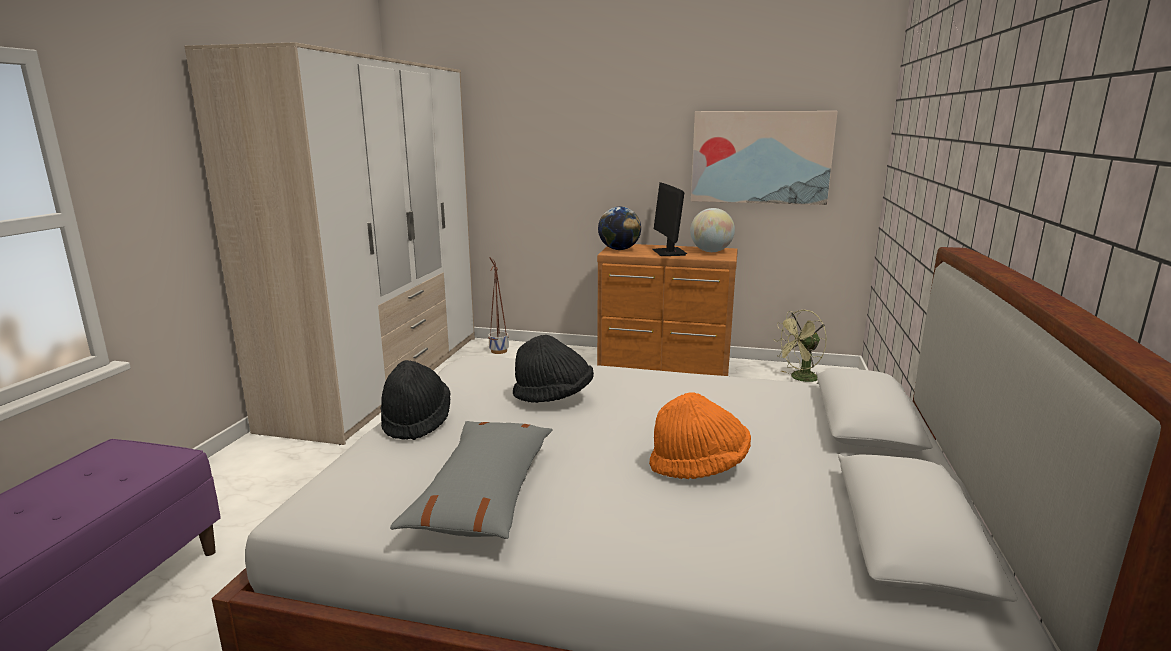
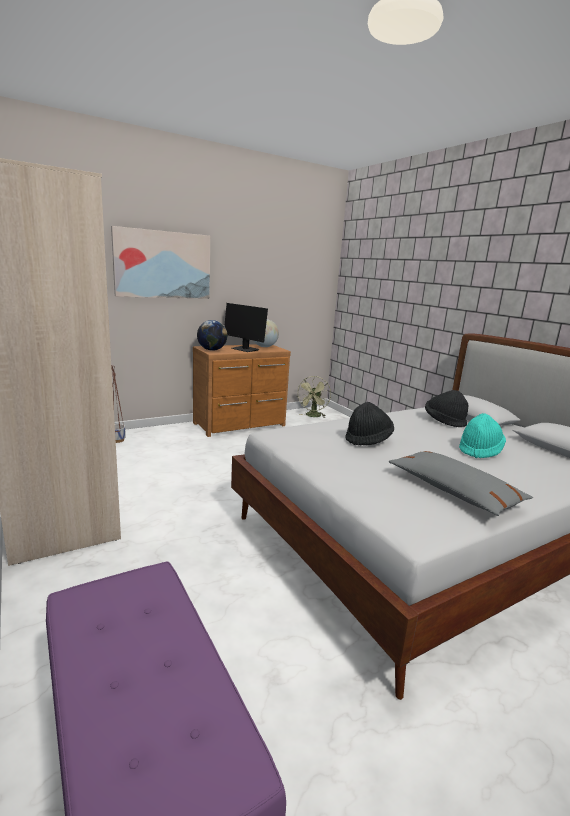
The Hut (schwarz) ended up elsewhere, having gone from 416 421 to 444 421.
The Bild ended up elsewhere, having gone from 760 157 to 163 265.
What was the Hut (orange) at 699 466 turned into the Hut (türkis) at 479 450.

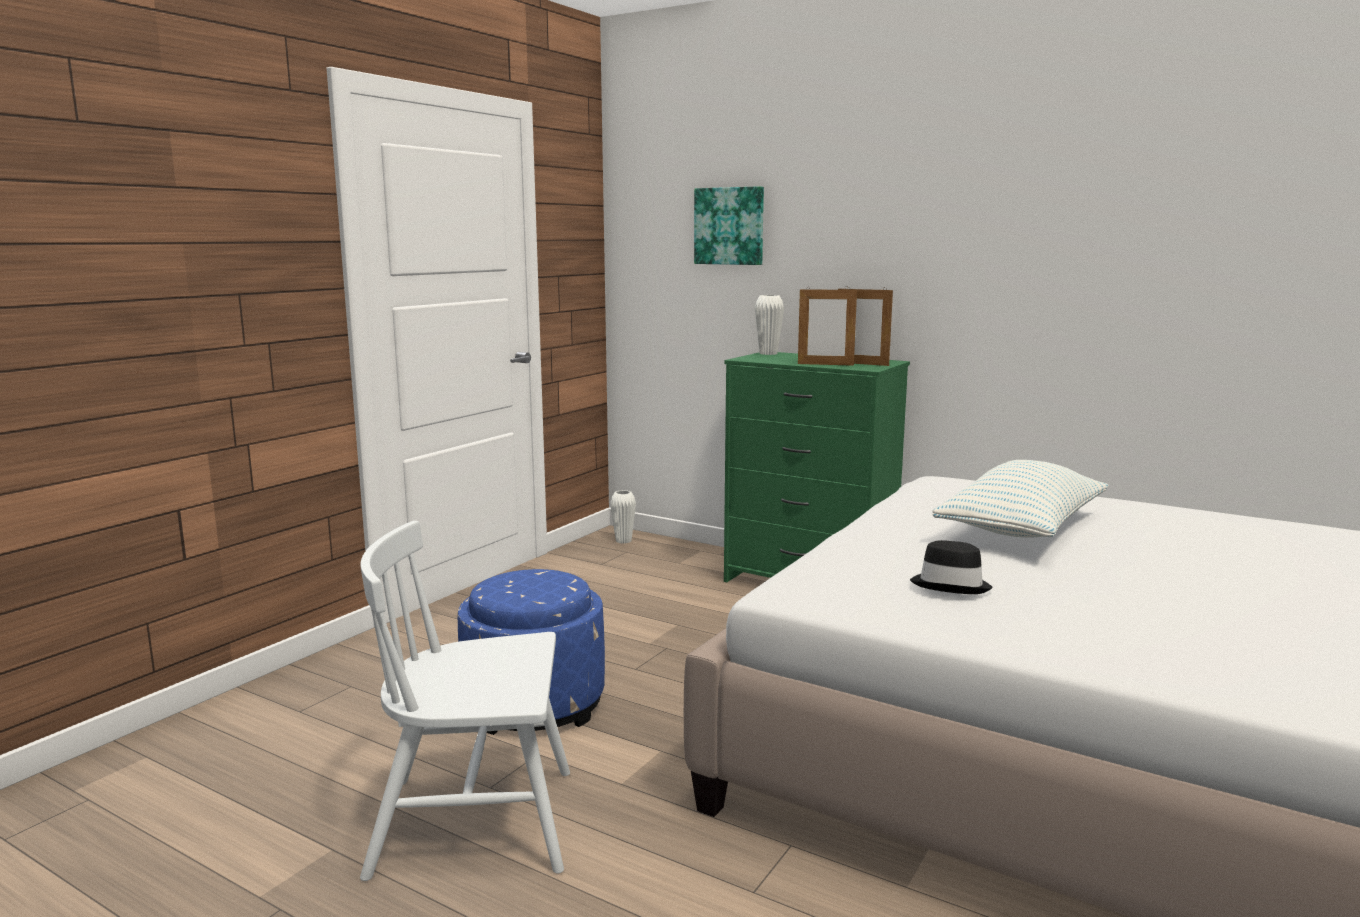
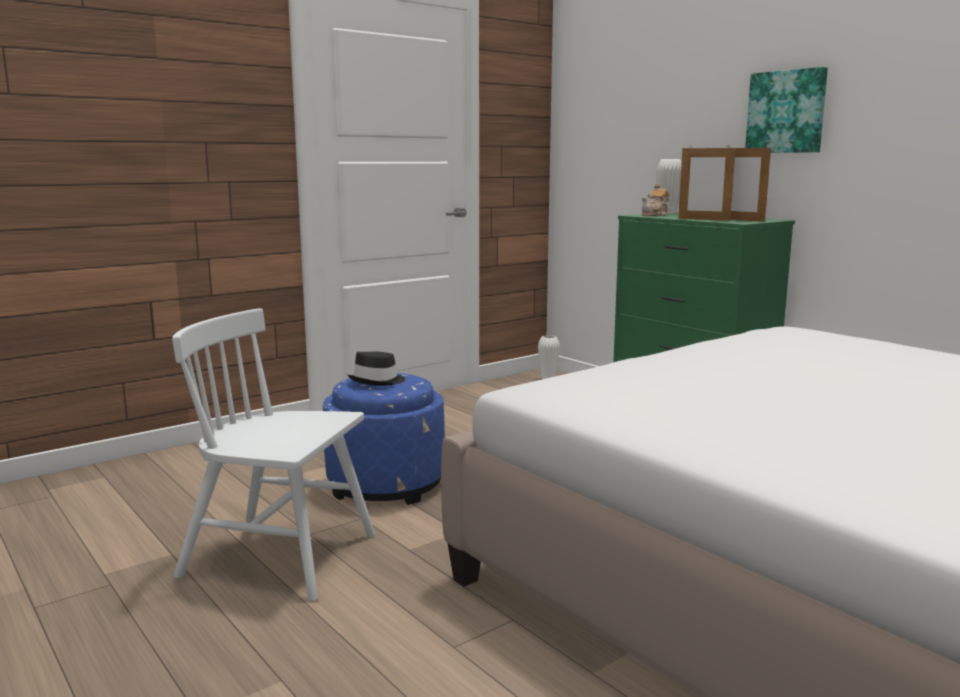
The second view lost the Kissen at 1021 528.
The second view gained the Teekanne at 655 215.
The Bild ended up elsewhere, having gone from 730 226 to 787 112.
The Hut (schwarz) ended up elsewhere, having gone from 951 585 to 378 381.

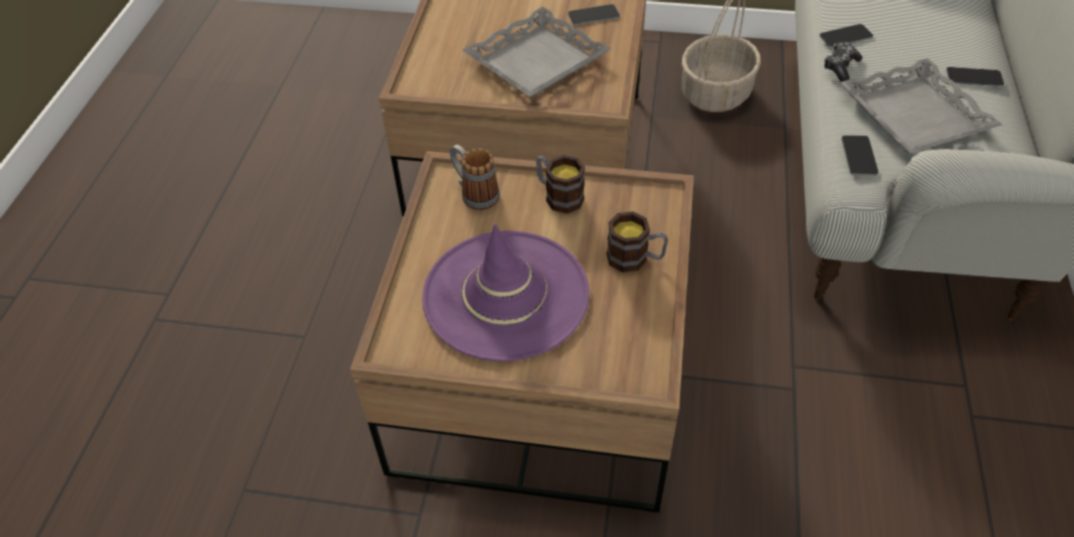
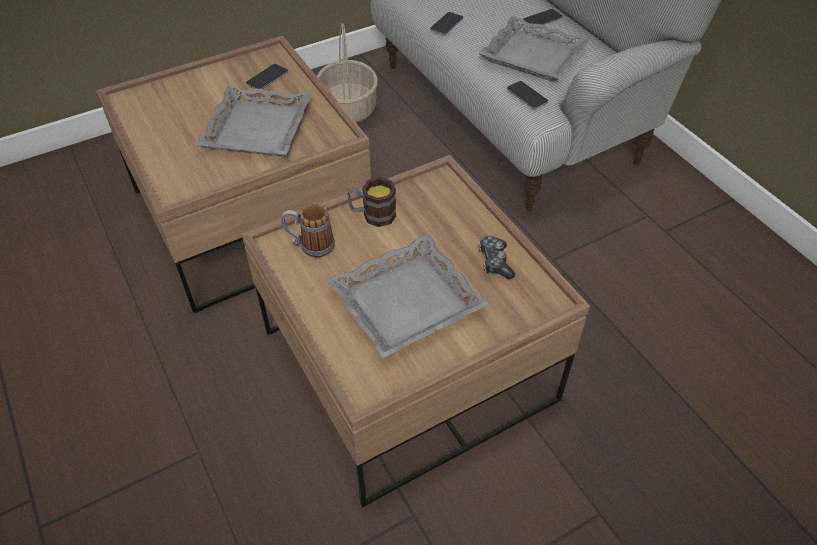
The second view lost the Henkelbecher at 635 258.
The Gamepad ended up elsewhere, having gone from 840 67 to 495 262.
Where the Hut (lila) stood at 506 295, the Tablett (grau) came to stand at 407 302.

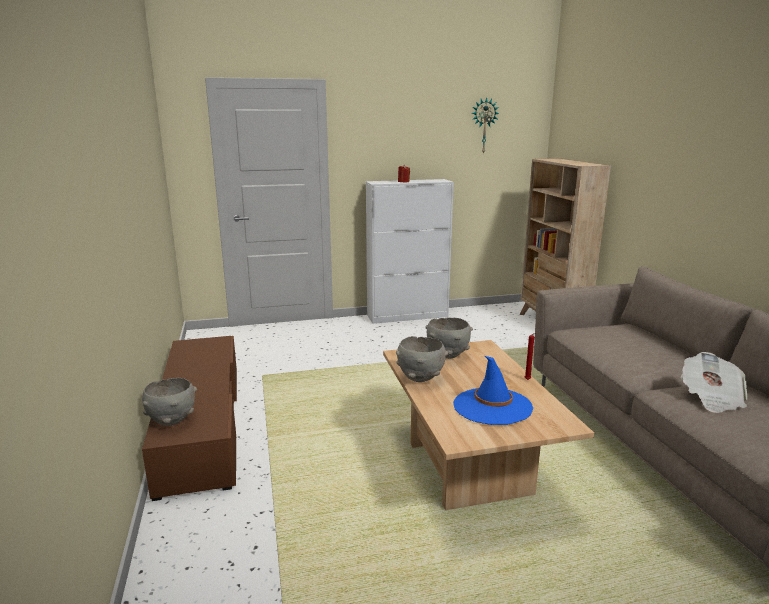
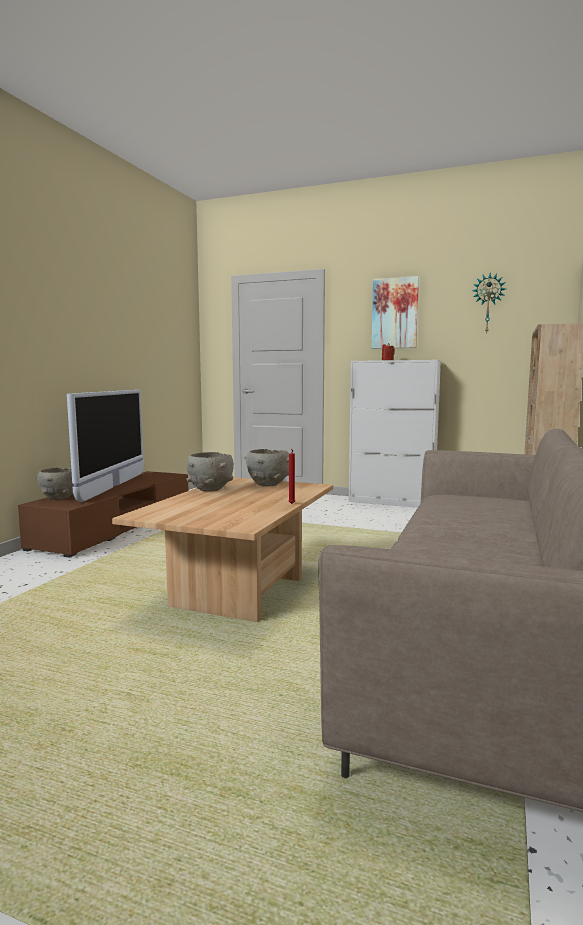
The second view lost the Hut (blau) at 492 406.
The second view lost the Zeitung at 711 398.
The second view gained the Fernseher at 113 486.
The second view gained the Bild at 395 313.

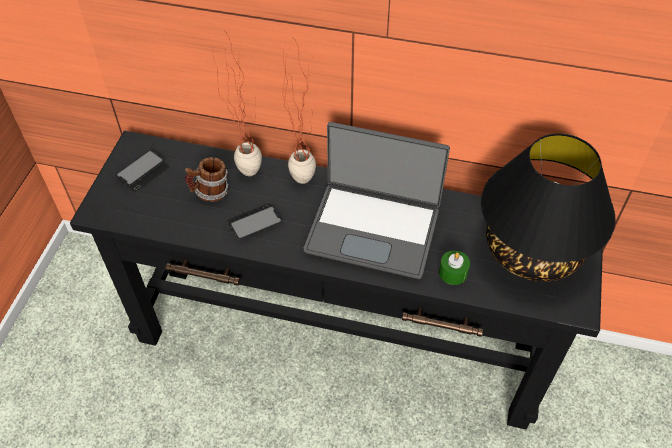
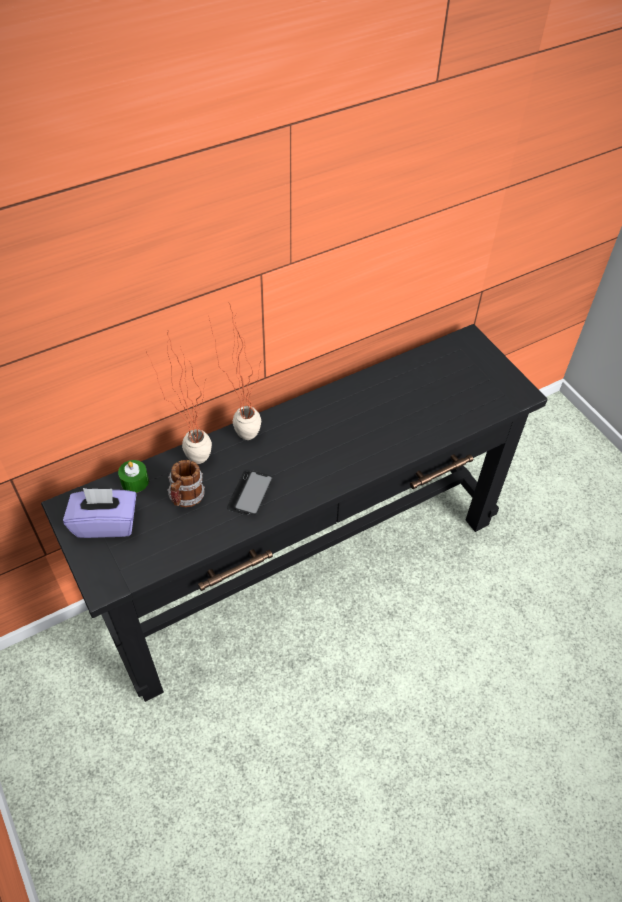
The second view lost the Laptop at 373 229.
The second view lost the Tischlampe (schwarz) at 532 249.
The Kerze (grün) ended up elsewhere, having gone from 453 273 to 135 481.
Where the Handy stood at 143 172, the Taschentuchbox (lila) came to stand at 106 523.

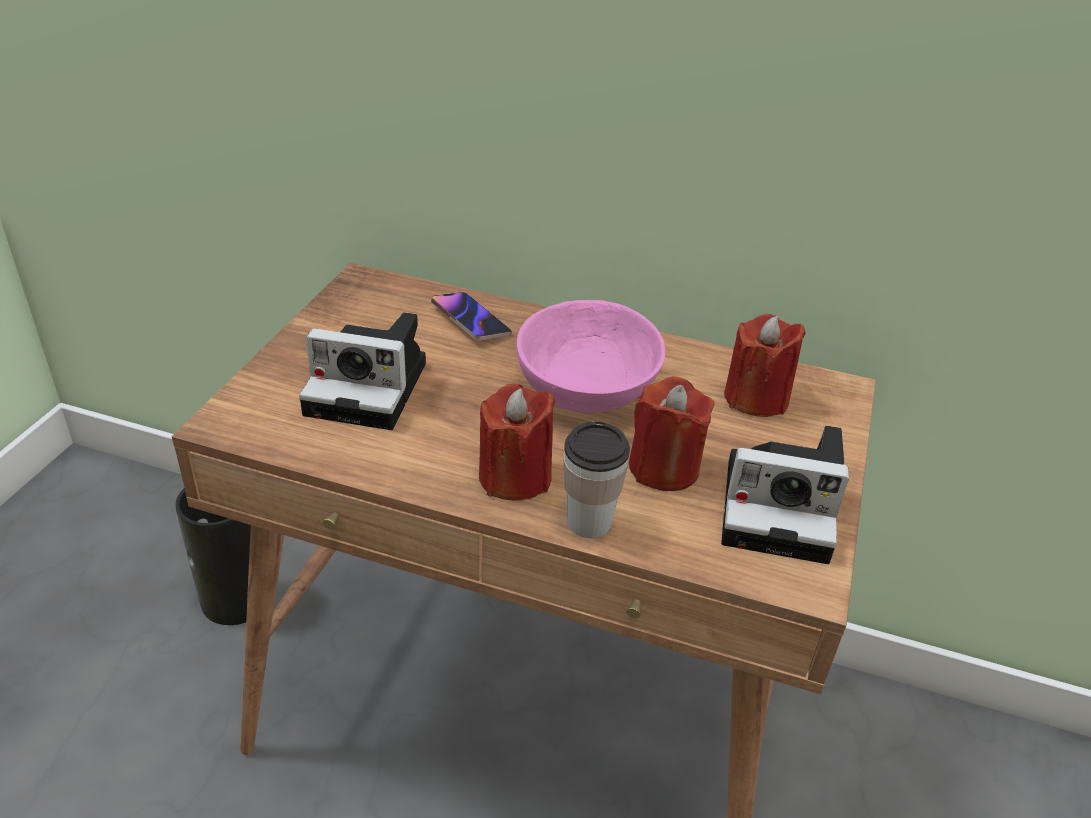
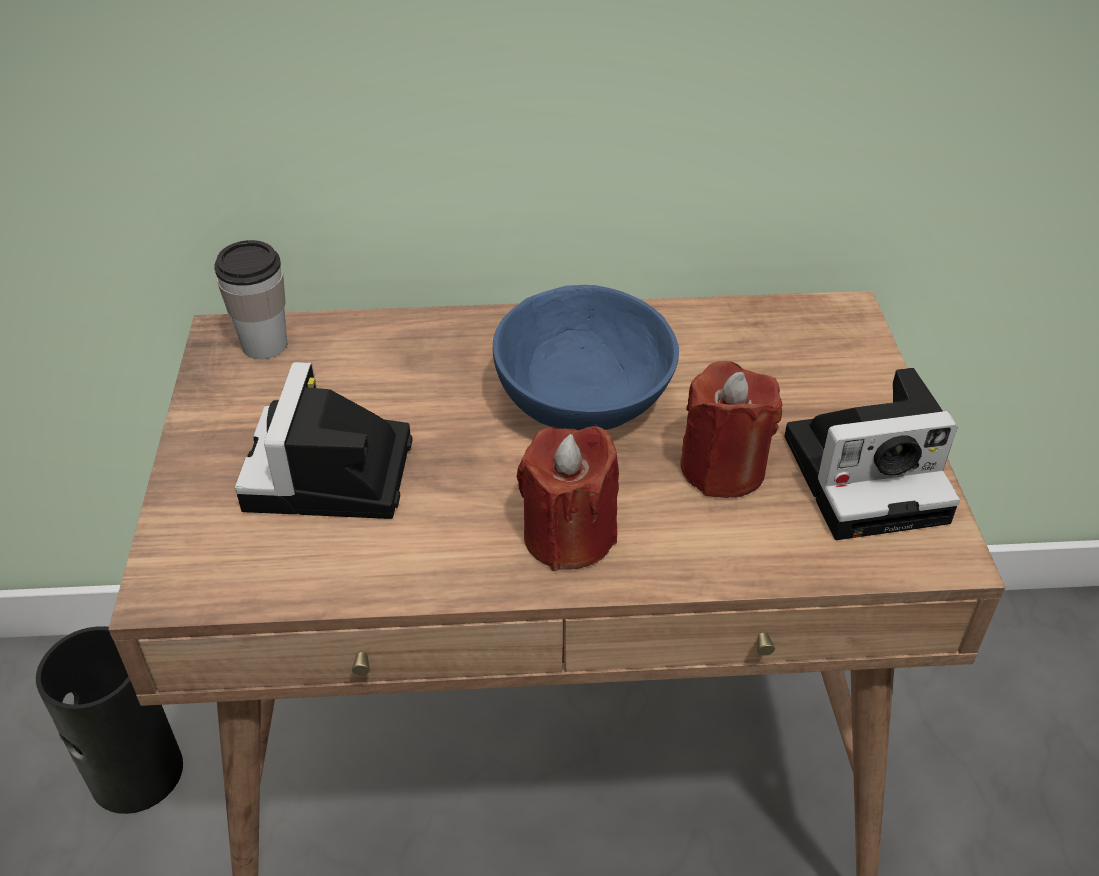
The second view lost the Handy at 470 320.
The second view lost the Kerze (rot) at 756 398.
The Tasse ended up elsewhere, having gone from 589 521 to 264 345.
What was the Schüssel (rosa) at 584 390 turned into the Schüssel (blau) at 580 400.
The Kamera at 372 388 ended up facing another way, 105 degrees clockwise from before.

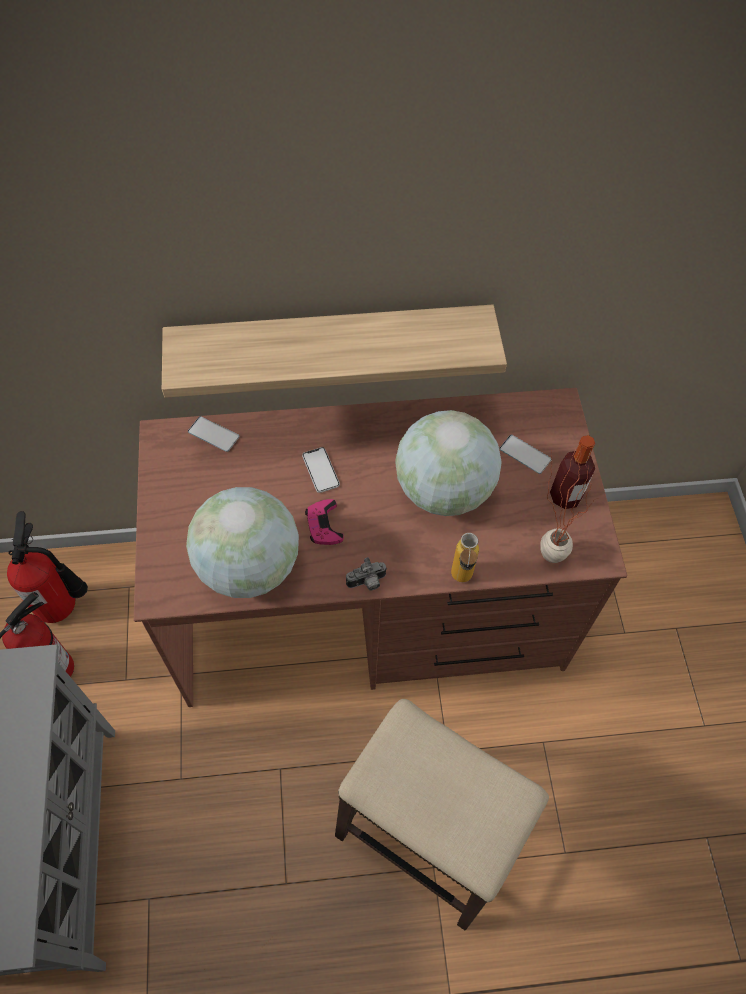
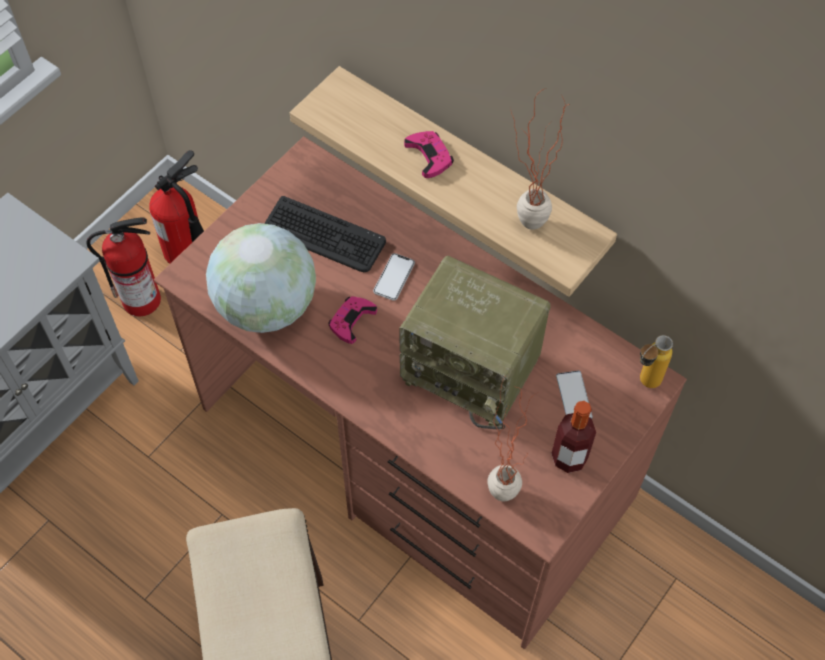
The second view lost the Handy at 213 434.
The second view lost the Kamera at 367 583.
The second view gained the Tastatur at 324 236.
The second view gained the Gamepad (rosa) at 429 156.
The second view gained the Topfpflanze at 521 227.
The Flasche ended up elsewhere, having gone from 461 581 to 643 384.
Where the Globus stood at 443 489, the Radio came to stand at 473 369.

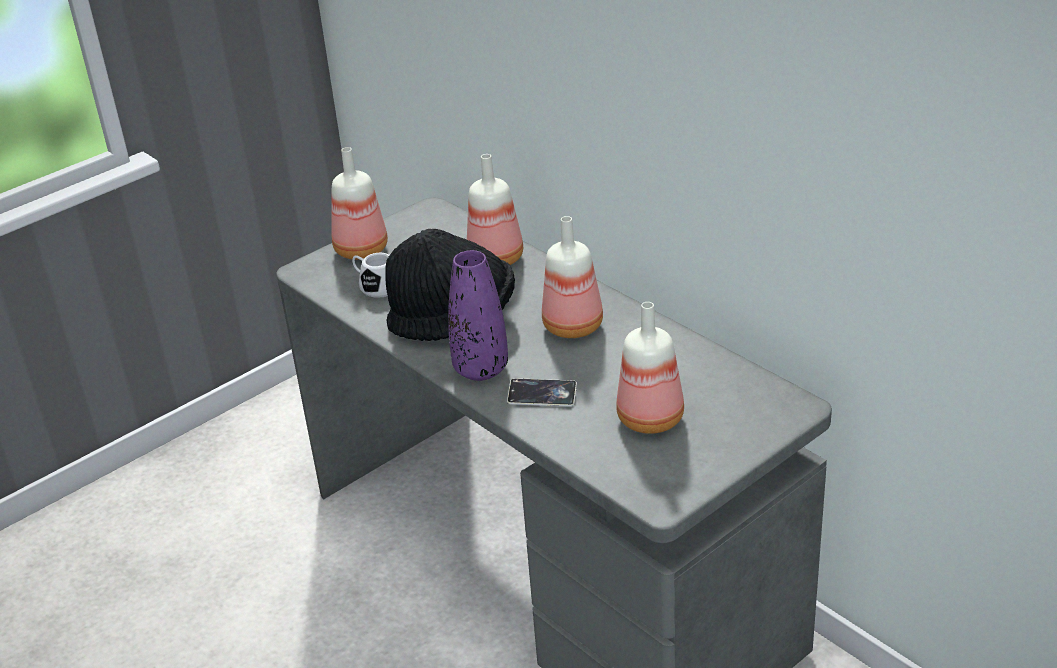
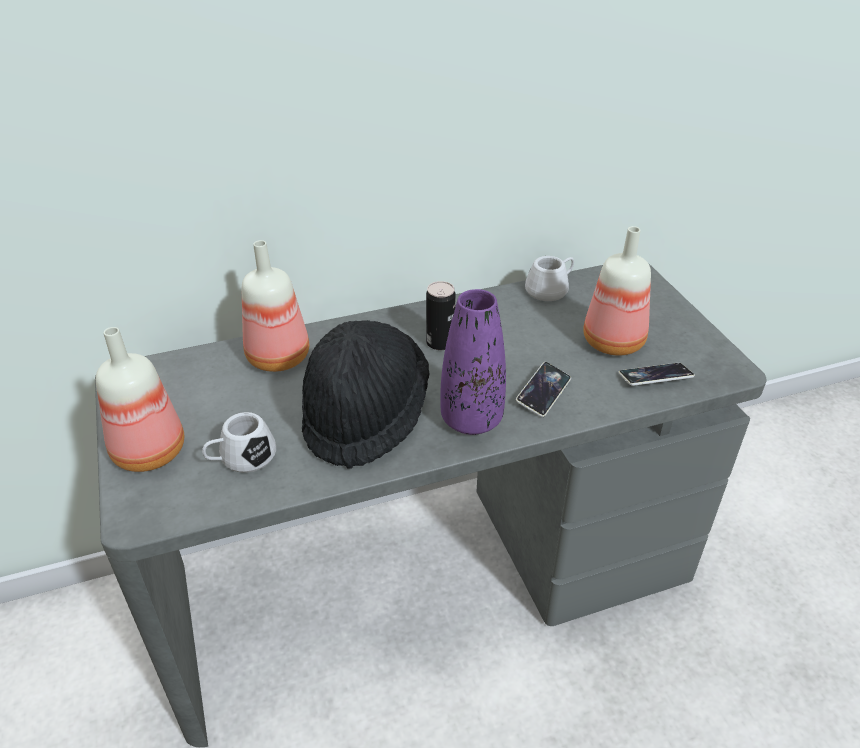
The second view gained the Henkelbecher (weiß) at 550 289.
The second view gained the Handy at 655 378.
Where the Flasche stood at 573 325, the Dose came to stand at 440 342.

